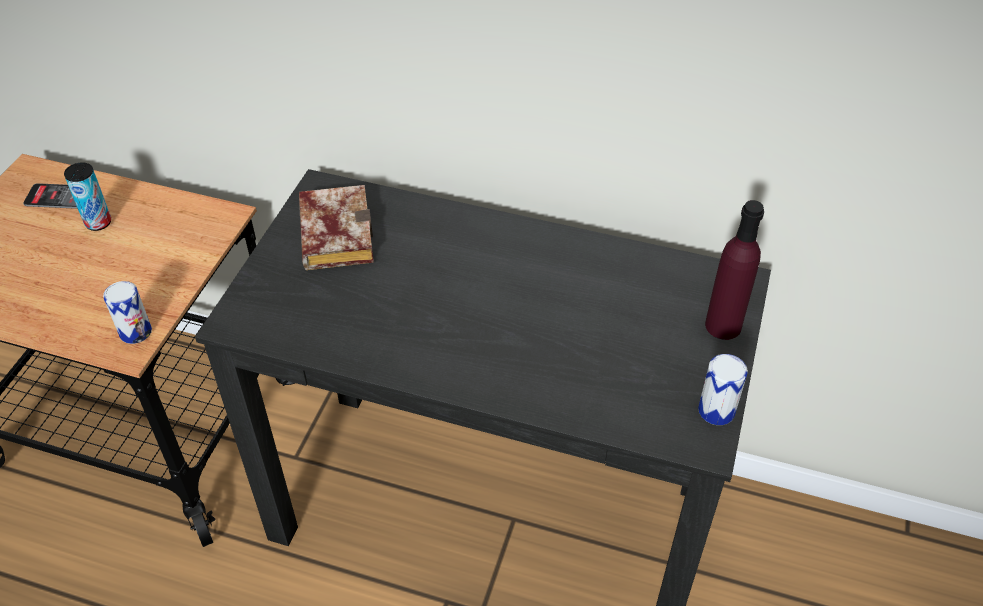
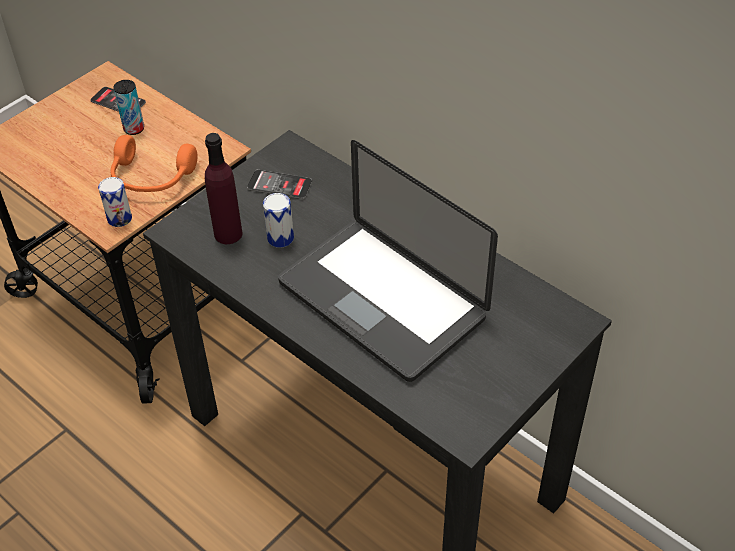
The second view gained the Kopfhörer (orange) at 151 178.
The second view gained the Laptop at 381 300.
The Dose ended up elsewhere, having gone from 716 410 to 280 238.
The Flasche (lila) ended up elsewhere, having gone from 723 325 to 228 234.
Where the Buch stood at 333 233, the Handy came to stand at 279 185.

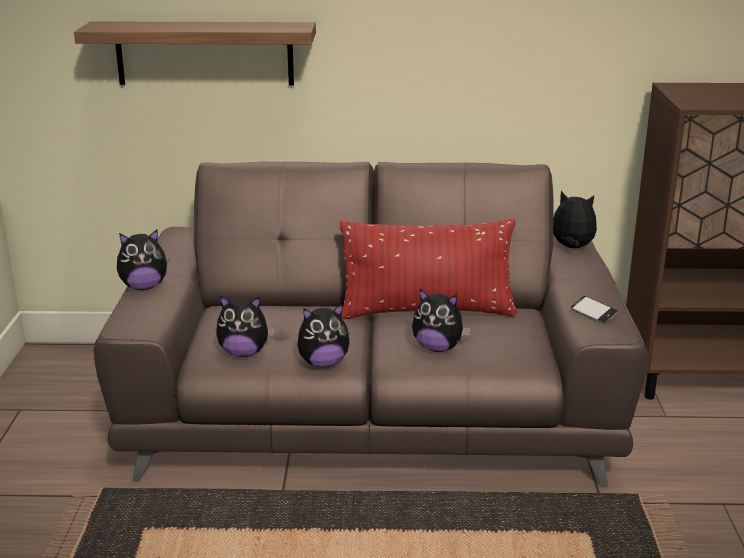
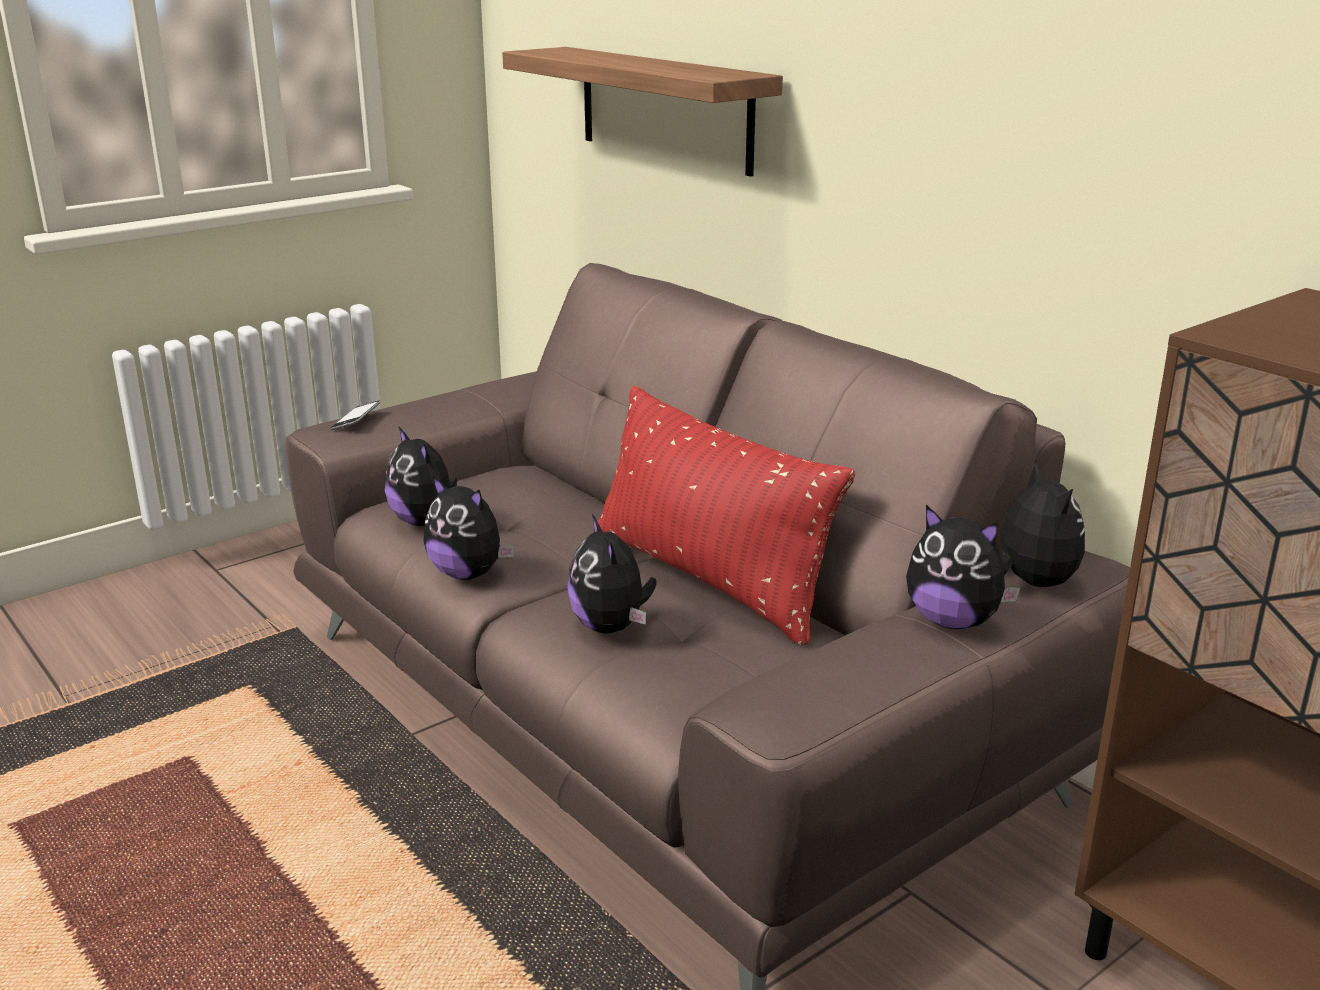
The Plüschtier ended up elsewhere, having gone from 144 287 to 953 621.
The Handy ended up elsewhere, having gone from 593 313 to 356 420.

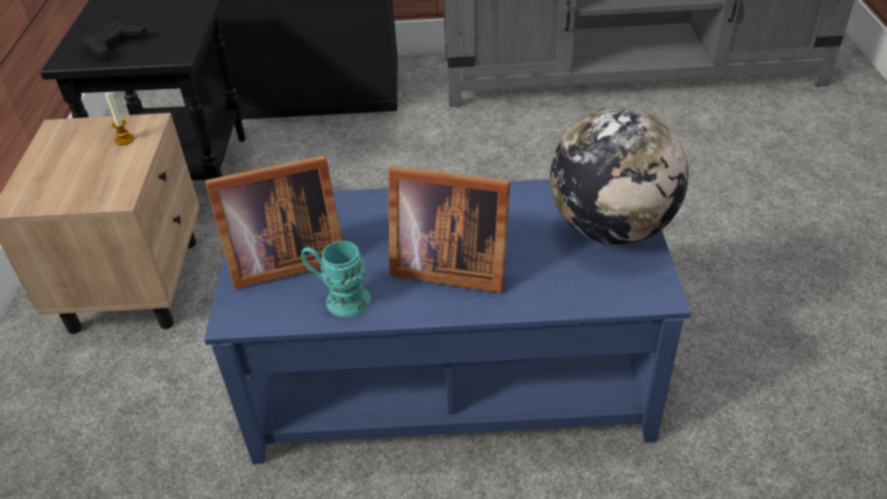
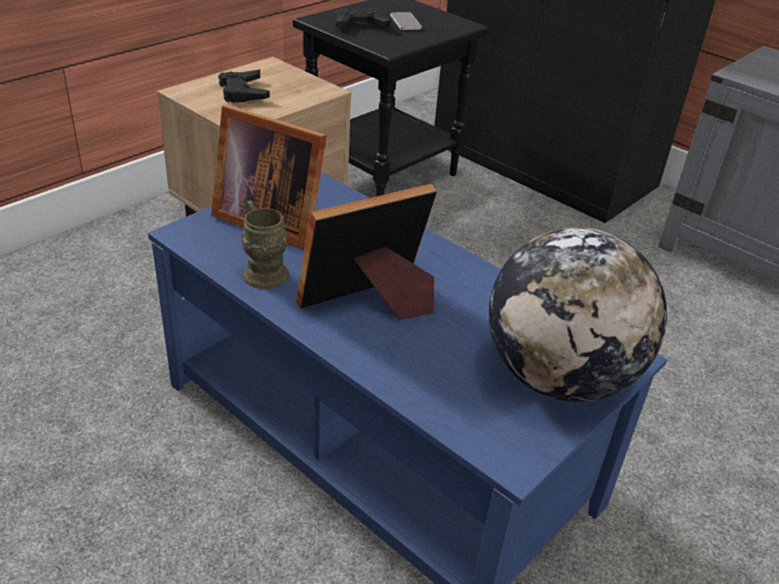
The second view lost the Kerze at 124 140.
The second view gained the Gamepad (schwarz) at 243 92.
The second view gained the Handy at 405 22.
What was the Henkelbecher (türkis) at 339 299 turned into the Henkelbecher (braun) at 262 269.
The Bilderrahmen at 446 265 ended up facing another way, 90 degrees clockwise from before.

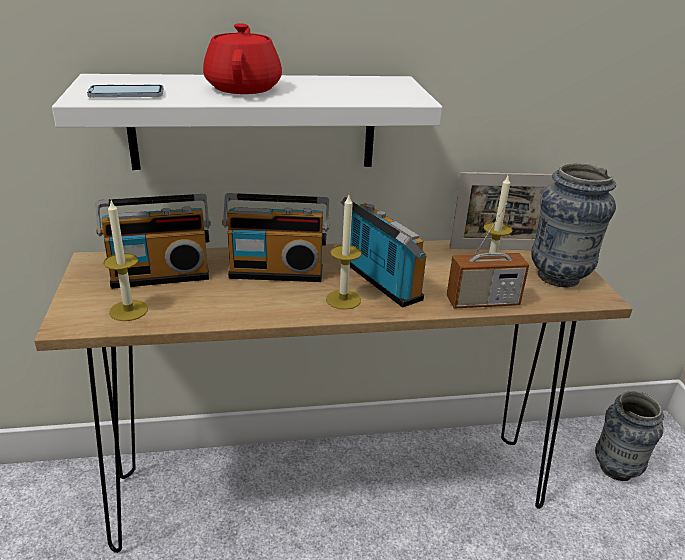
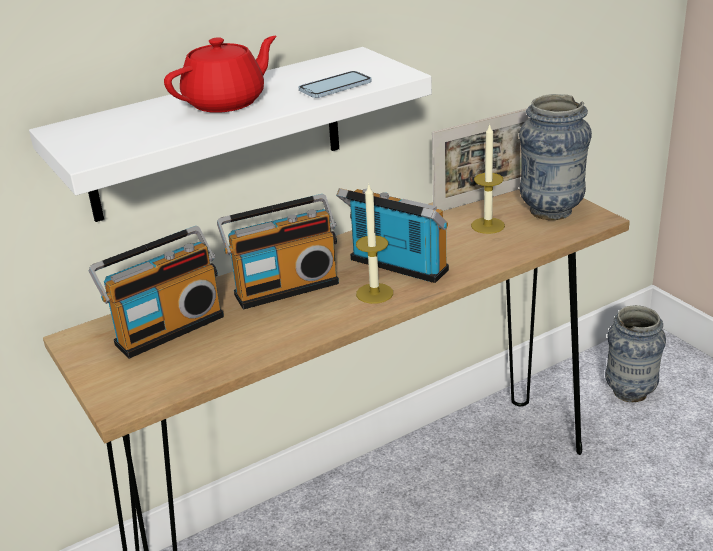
The second view lost the Kerze at 128 310.
The second view lost the Radio at 482 302.
The Handy ended up elsewhere, having gone from 126 94 to 335 87.
The Teekanne (rot) at 244 88 ended up facing another way, 75 degrees clockwise from before.

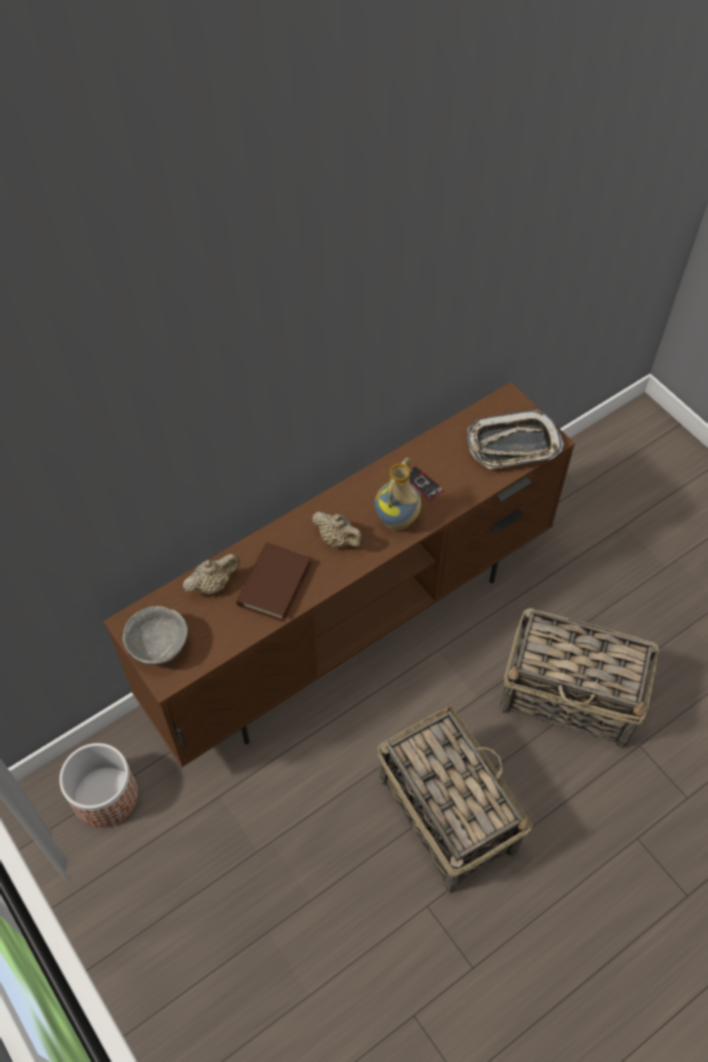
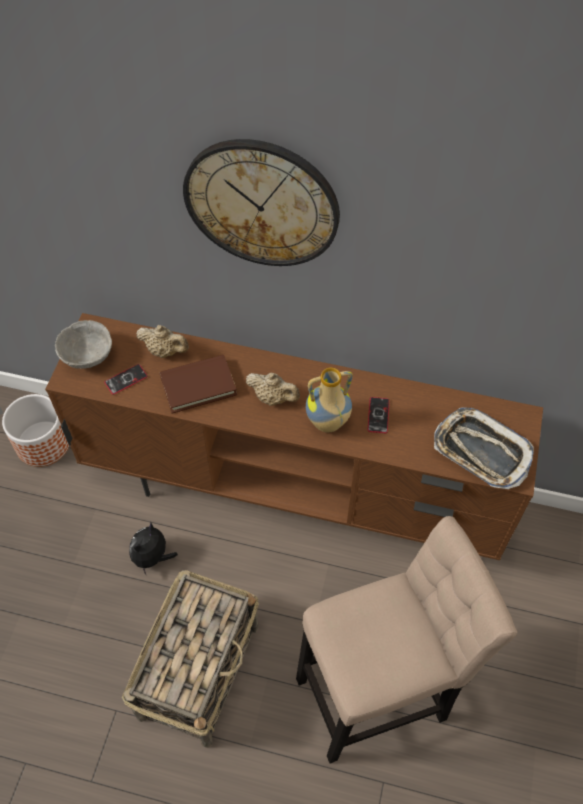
The second view gained the Handy at 126 379.
The second view gained the Plüschtier at 152 557.
The second view gained the Wanduhr at 261 203.
Where the Korb stood at 571 696, the Hocker (beige) came to stand at 378 693.
The Teekanne (beige) at 338 540 ended up facing another way, 60 degrees counterclockwise from before.

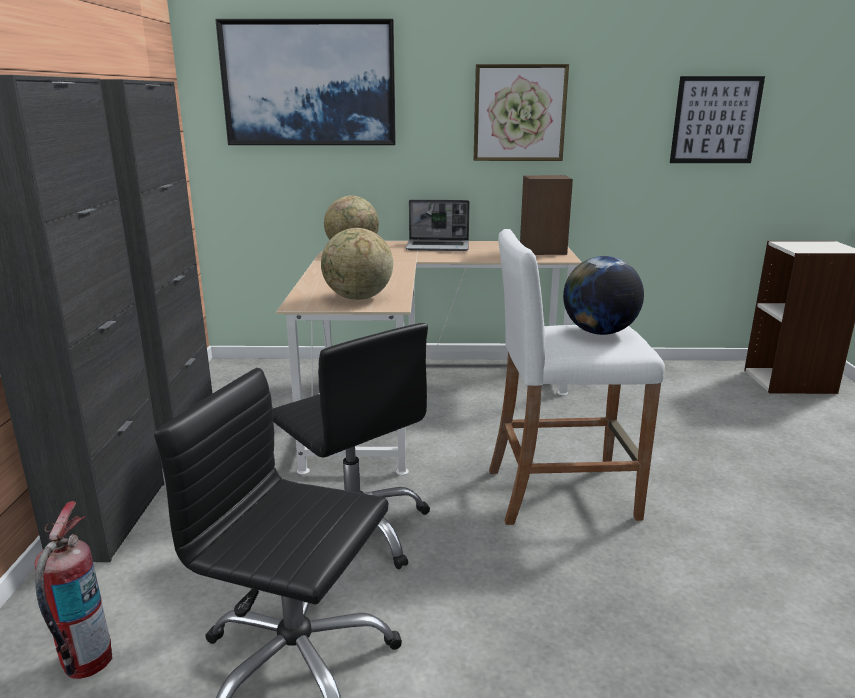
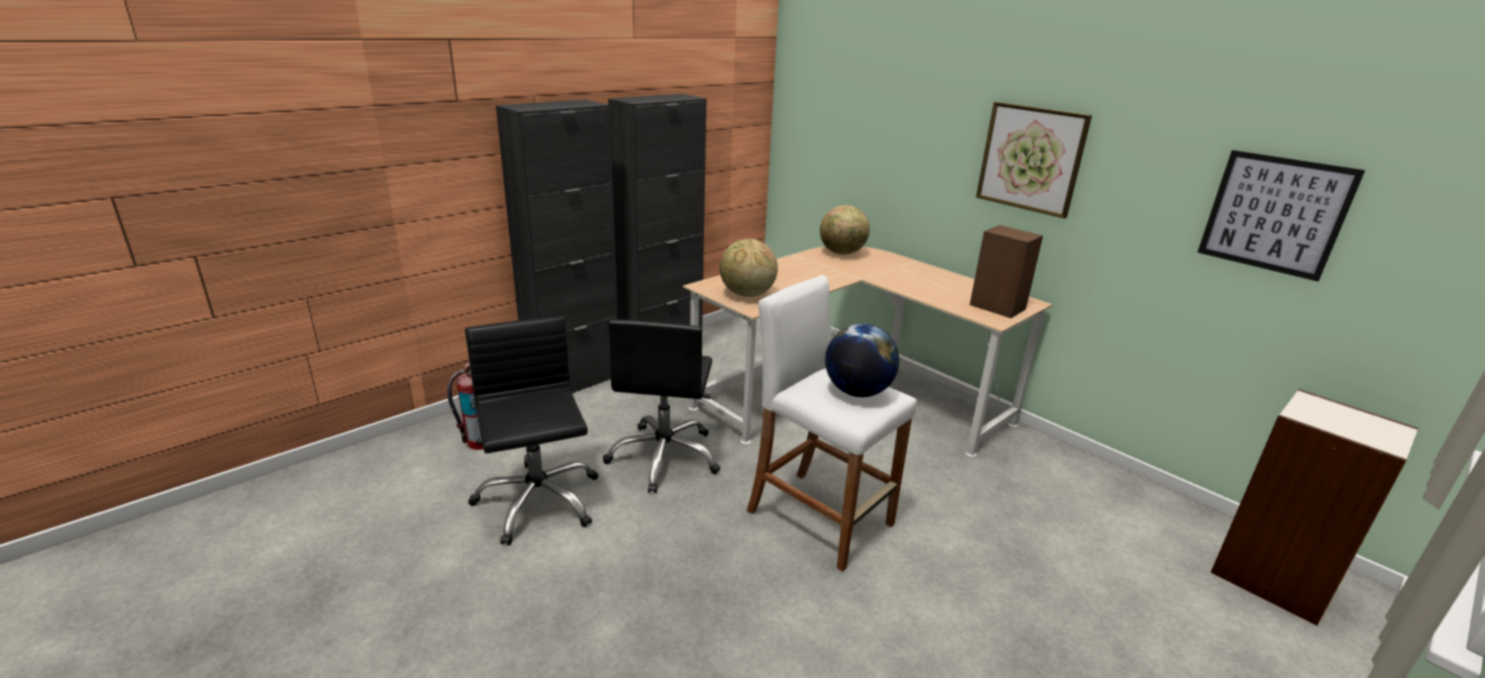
The second view lost the Bild at 309 84.
The second view lost the Laptop at 438 247.

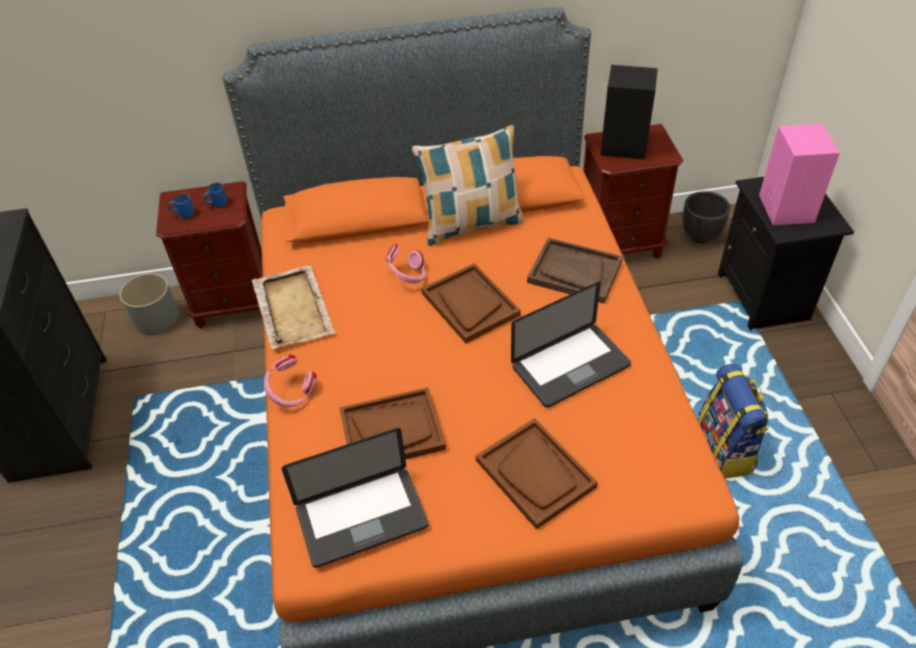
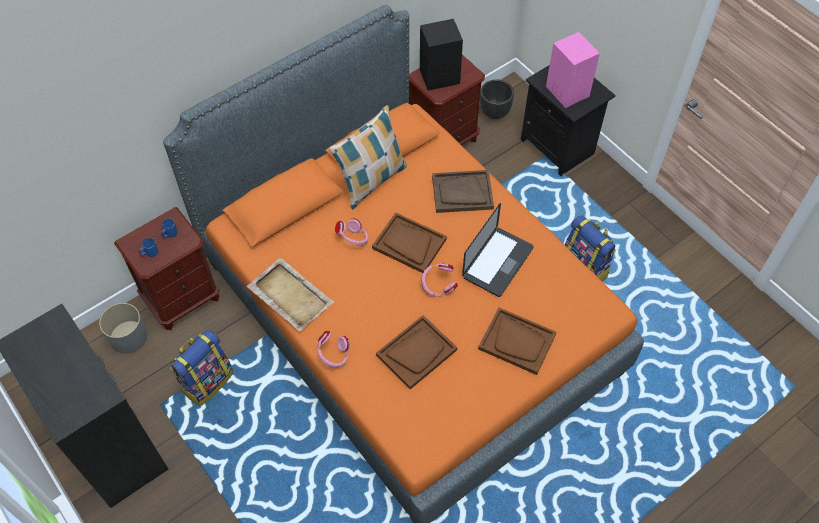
The second view lost the Laptop at 361 517.
The second view gained the Rucksack at 207 381.
The second view gained the Kopfhörer (rosa) at 438 286.

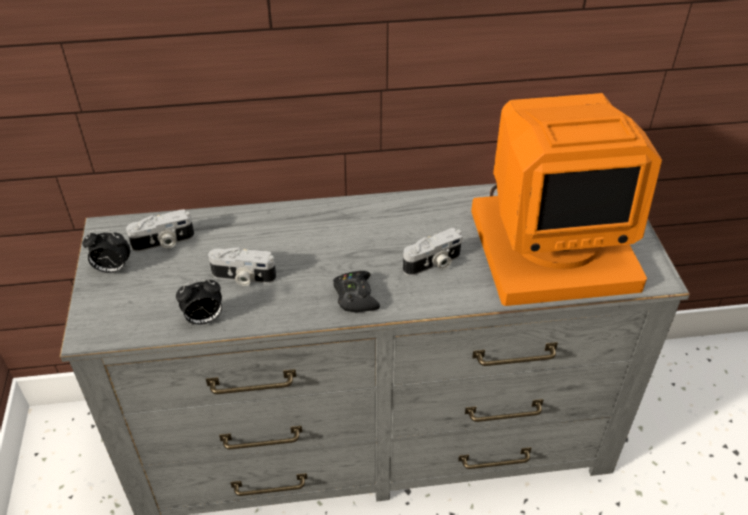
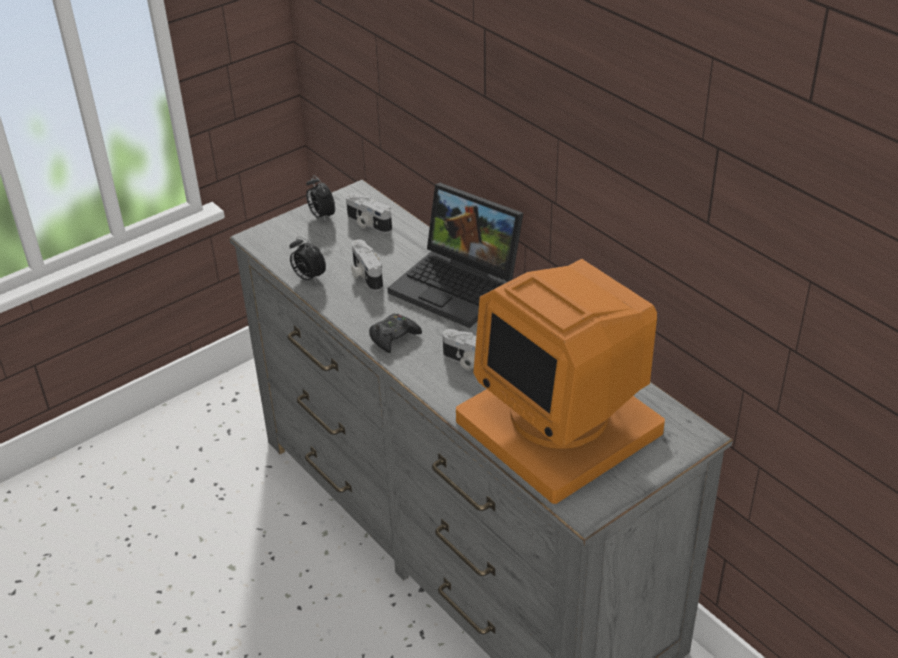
The second view gained the Laptop at 459 285.

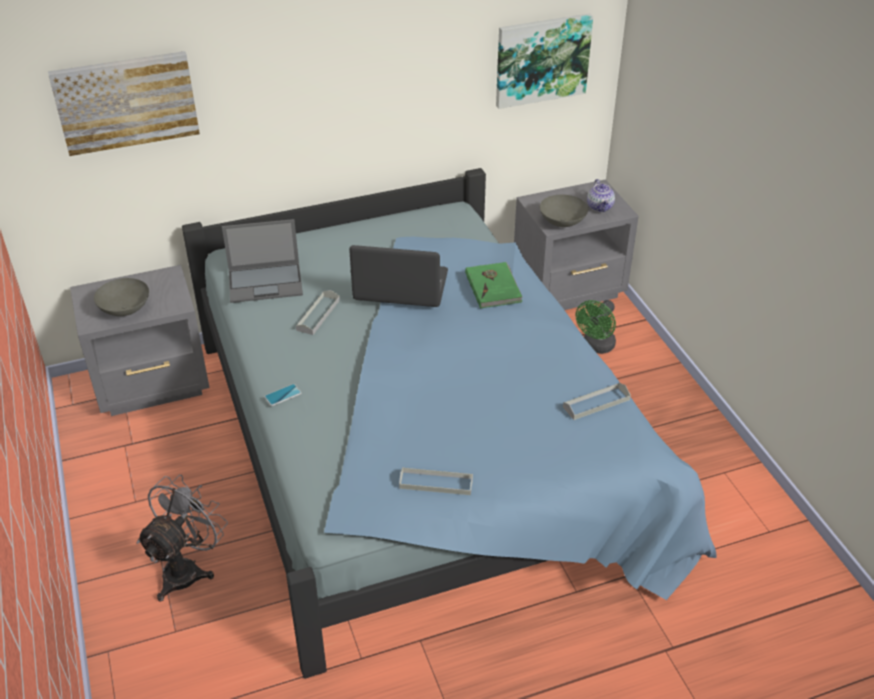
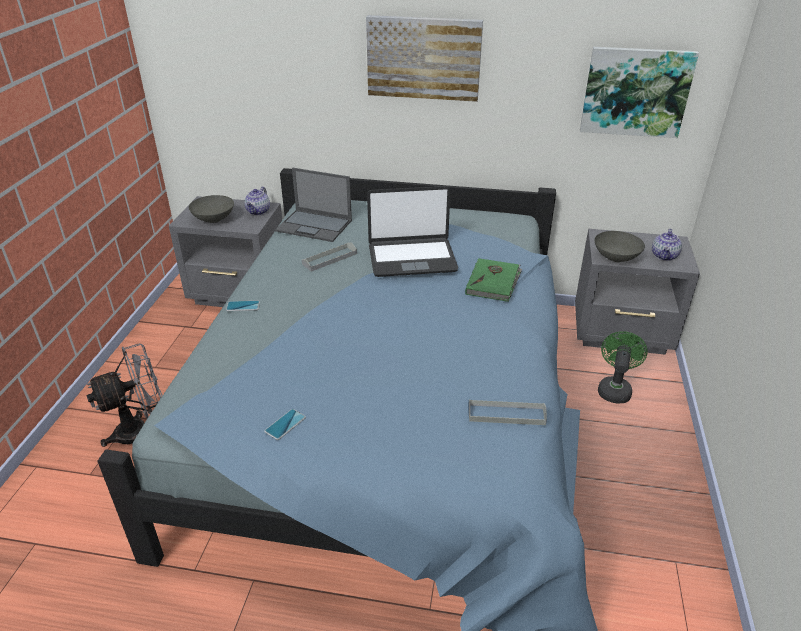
The second view gained the Teekanne at 258 211.
The Bild ended up elsewhere, having gone from 126 102 to 423 58.
Where the Tablett (grau) stood at 436 483, the Handy came to stand at 285 424.
The Laptop at 400 287 ended up facing another way, 135 degrees clockwise from before.
The Ventilator (grün) at 596 347 ended up facing another way, 135 degrees clockwise from before.

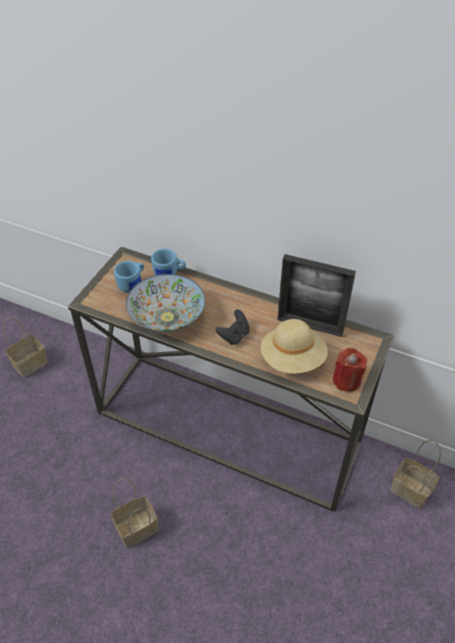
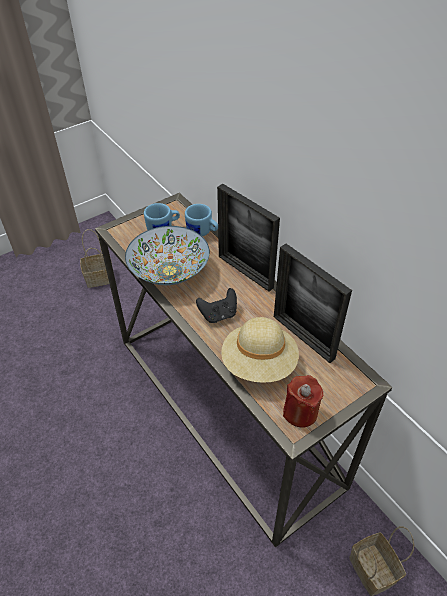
The second view lost the Korb at 137 527.
The second view gained the Bilderrahmen at 245 272.

